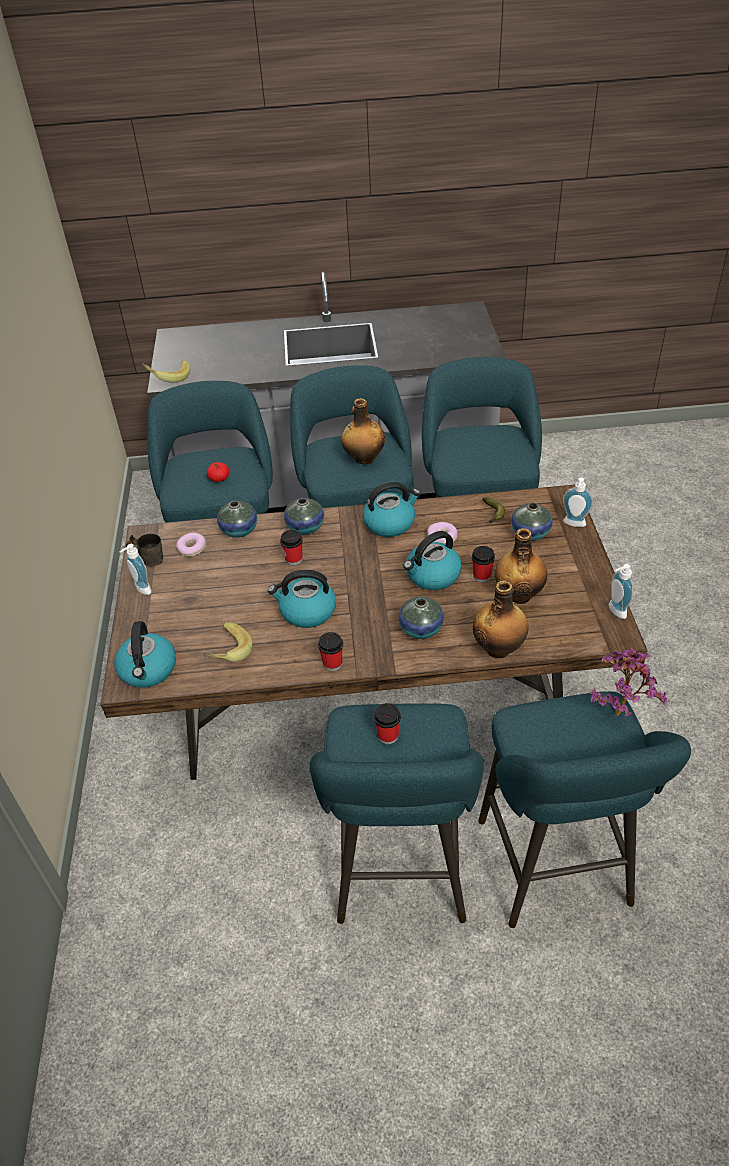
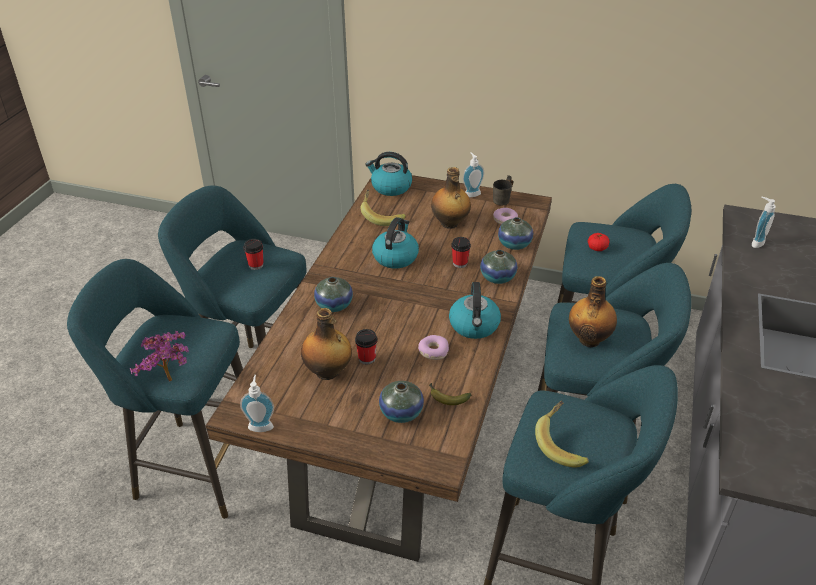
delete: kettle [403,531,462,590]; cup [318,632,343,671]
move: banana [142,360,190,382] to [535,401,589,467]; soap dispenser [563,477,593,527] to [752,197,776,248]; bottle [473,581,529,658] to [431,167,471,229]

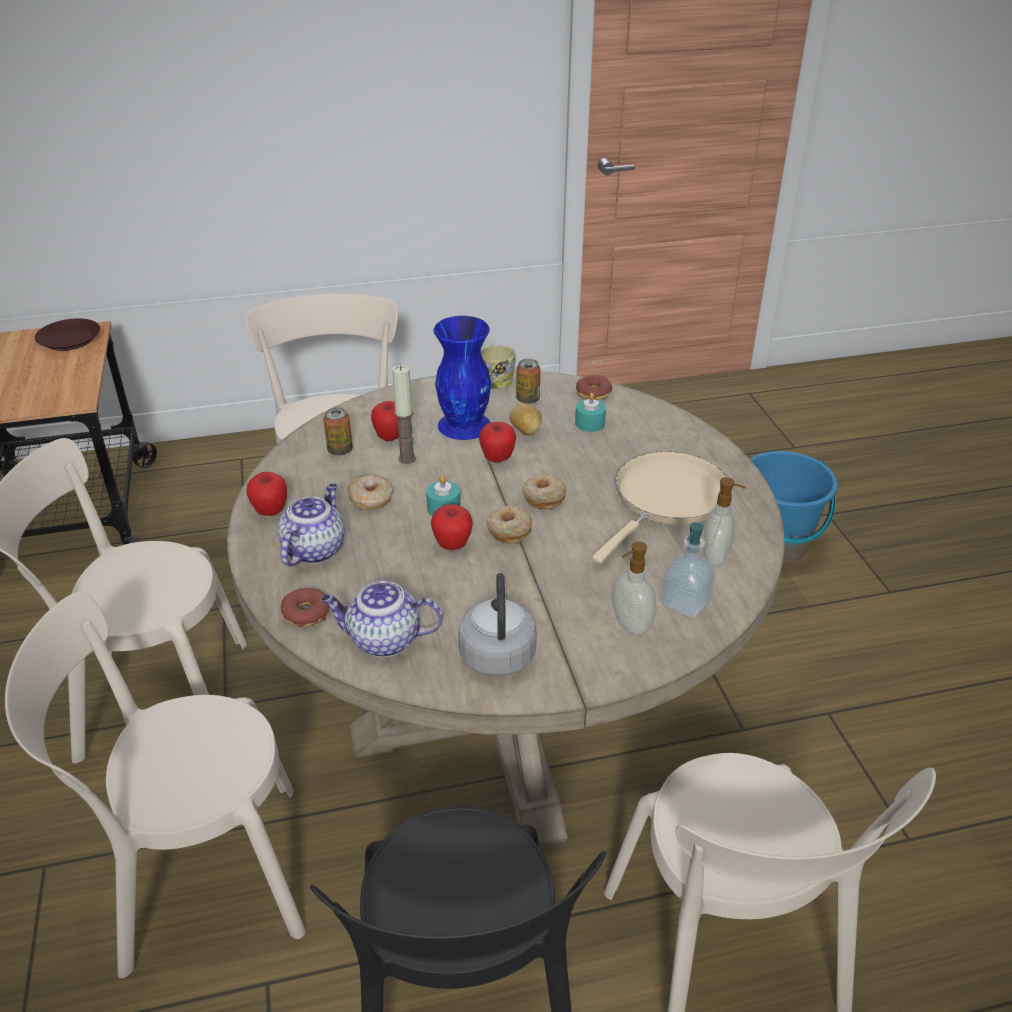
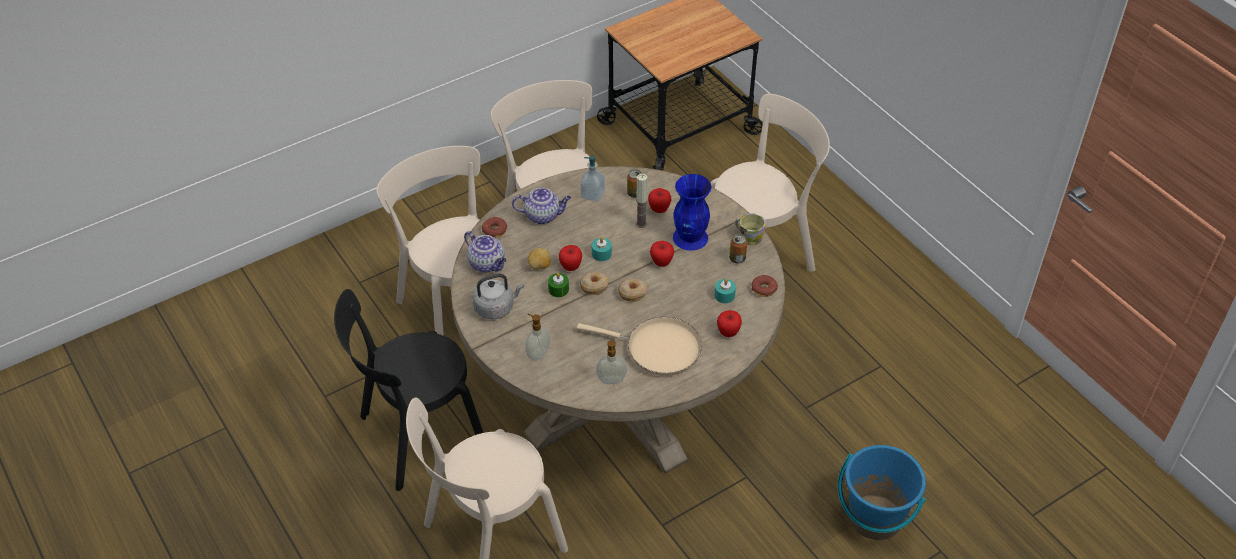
delete: plate/brown [35,318,100,351]; donut [347,474,393,510]
insert: candle/green [548,273,569,297]
move: potato [509,403,542,436] to [528,248,550,270]; apple [247,472,287,516] to [717,310,742,337]; soap dispenser [661,522,715,618] to [580,155,605,202]
rotate: teapot [321,581,443,657] = [464,231,507,272] 150 degrees clockwise

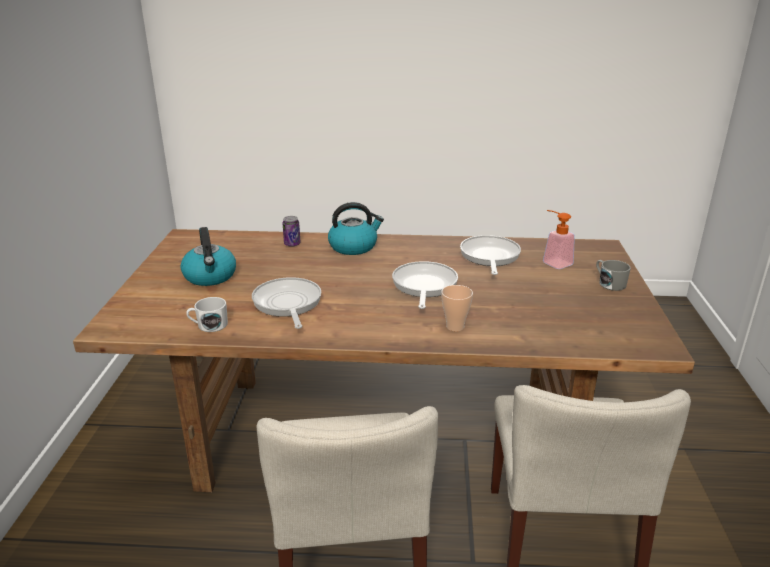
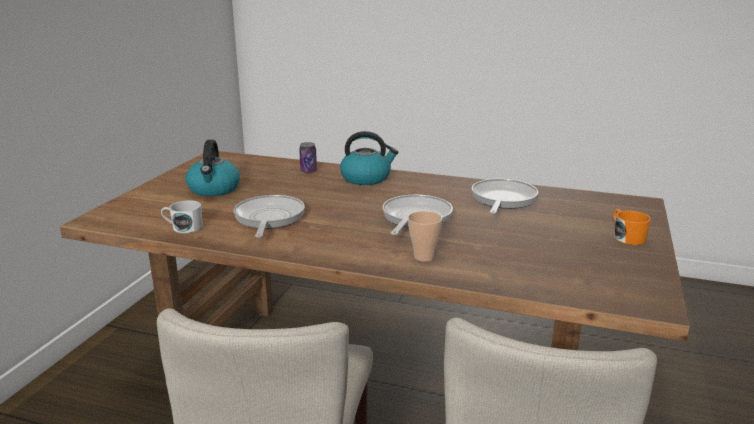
delete: soap dispenser [543,210,575,269]
recolor: mug/grey [596,260,631,291] to mug/orange [613,209,651,245]

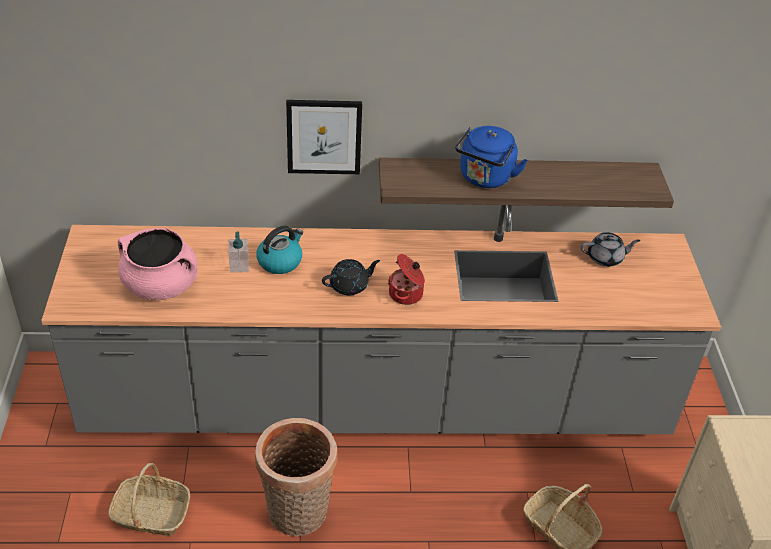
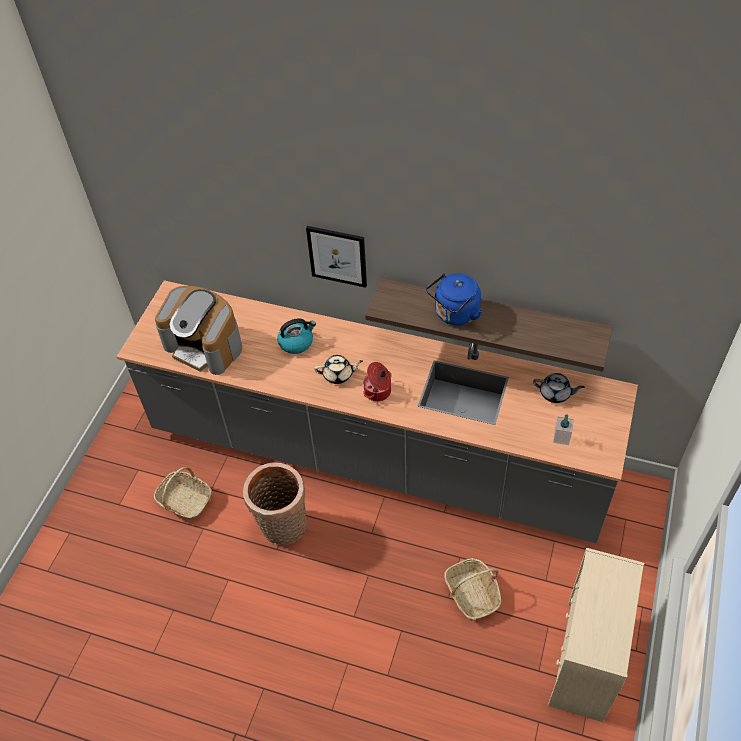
move: soap dispenser [228,231,249,273] to [553,414,574,445]
replace: cooking pot/pink [118,228,198,300] to coffee machine [155,286,242,375]
recolor: teapot/black [322,259,380,295] to teapot/beige [314,355,363,384]

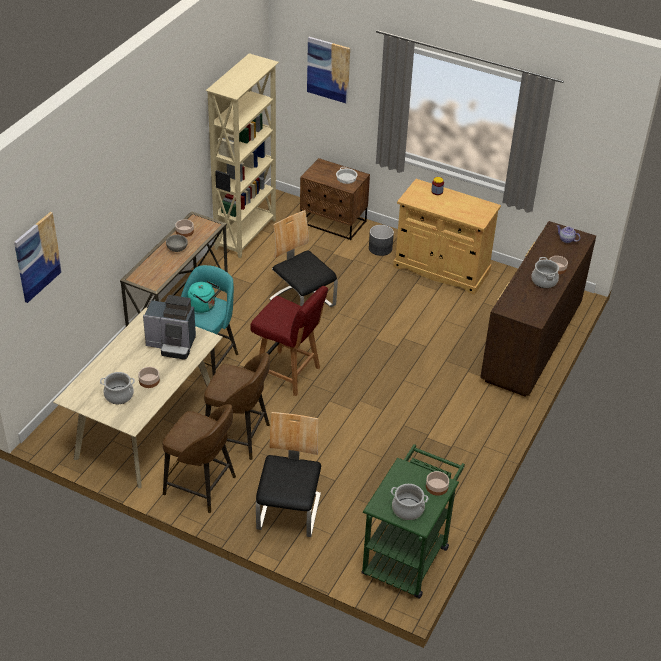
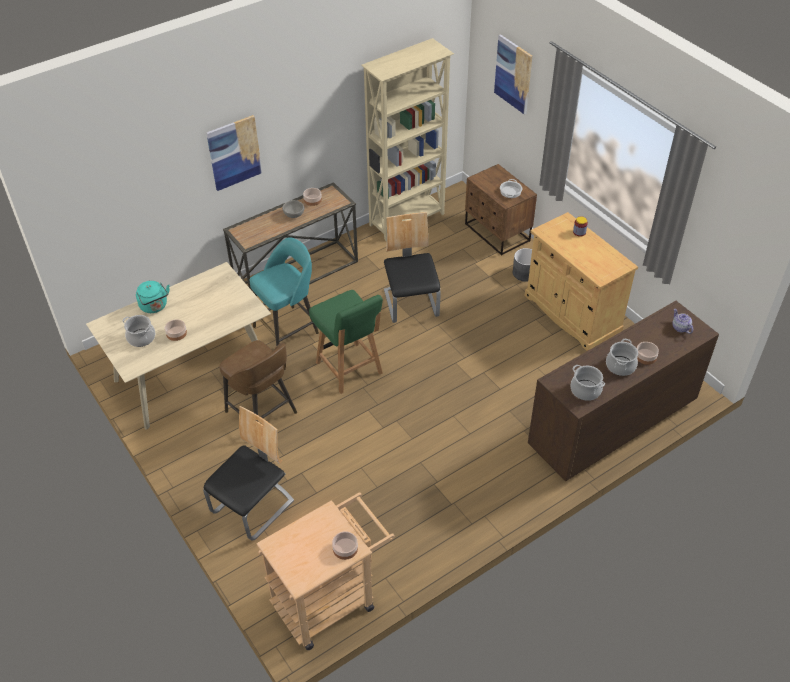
delete: coffee machine [143,295,196,359]; stool/brown [163,404,236,513]
move: picture [14,212,62,303] to [206,115,262,191]; kettle/turquoise [187,281,220,313] to [136,281,170,313]; cooking pot [391,484,428,520] to [571,365,605,401]
recolor: chair/red [250,286,328,396] to chair/green [309,290,383,394]; cart/green [362,444,465,599] to cart/beige [256,493,395,650]

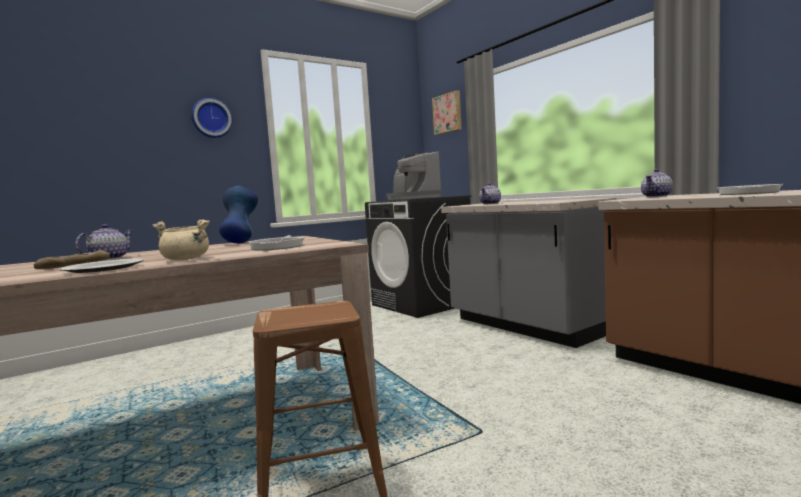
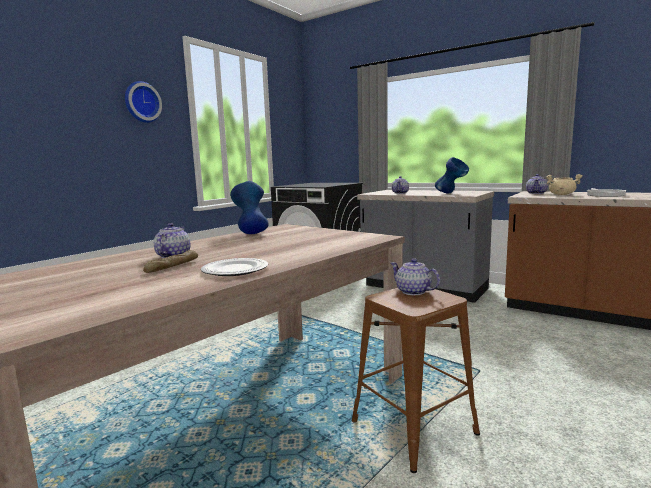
delete: picture [432,90,462,135]; coffee machine [386,151,442,200]; frying pan [248,235,304,251]
insert: vase/blue [435,157,469,194]; teapot [390,258,440,295]
move: cooking pot/beige [152,219,210,260] to [546,174,583,195]

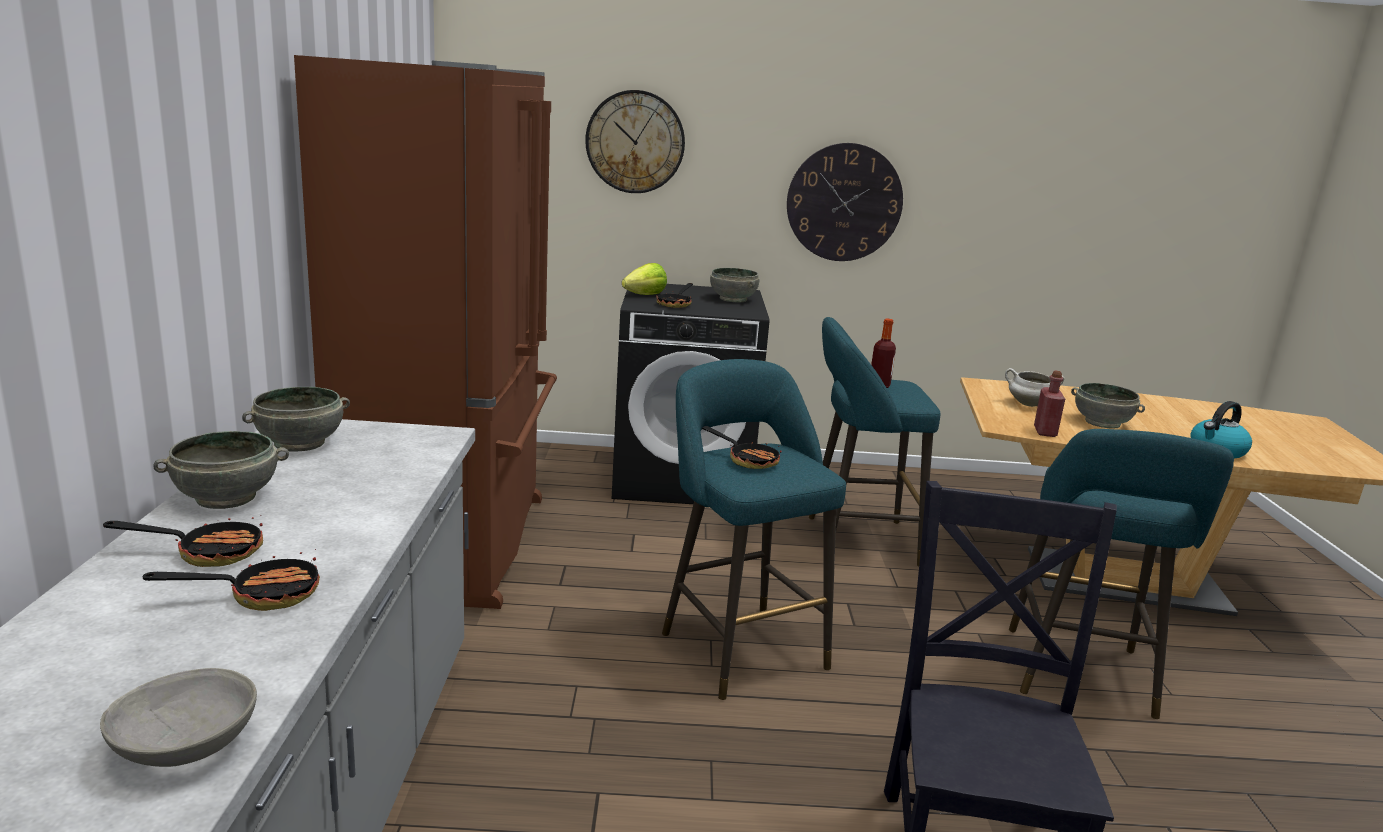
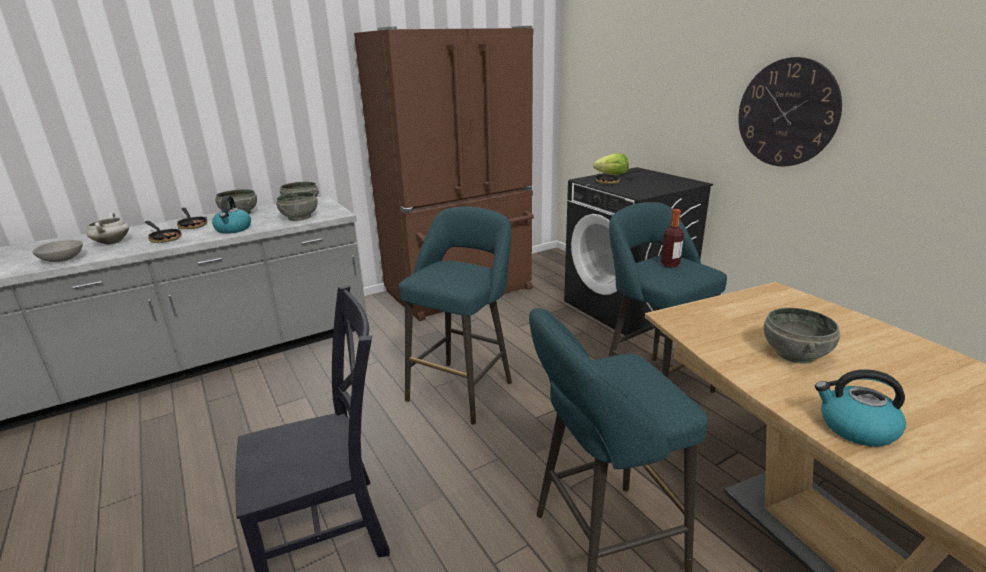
delete: wall clock [585,90,685,193]; bottle/red [1034,371,1065,437]; frying pan [702,426,782,469]
insert: kettle [212,196,251,234]
move: bowl/grey [710,268,760,303] to [276,192,318,221]; cooking pot/white [1005,368,1064,407] to [86,213,129,245]

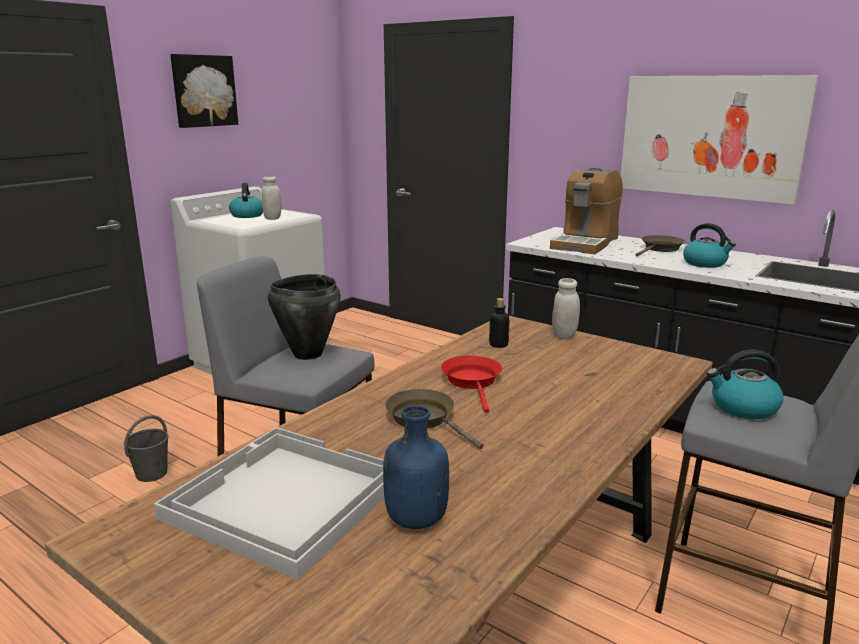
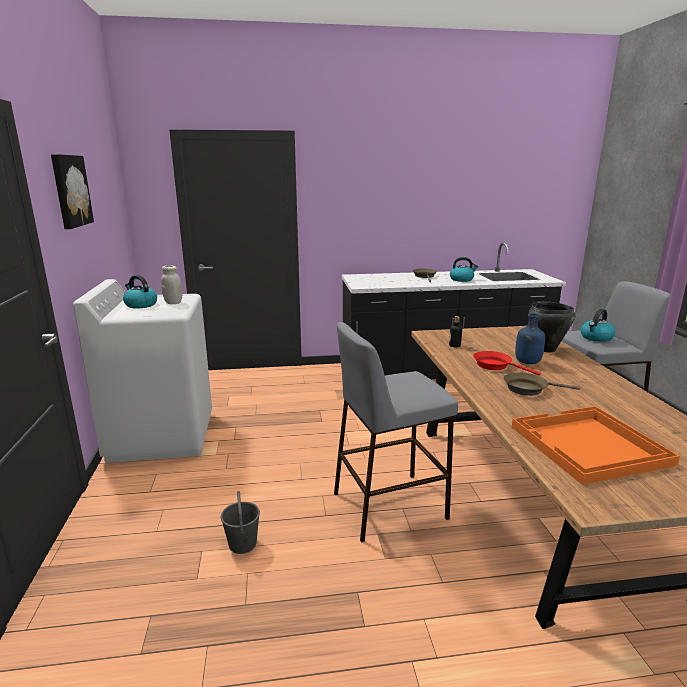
delete: picture [621,75,819,204]; coffee machine [550,168,623,254]; jar/white [552,278,580,340]
move: cooking pot/black [268,274,340,360] to [529,301,575,352]; bottle/blue [383,405,449,529] to [515,313,545,364]
recolor: tray/white [154,427,384,580] to tray/orange [512,406,680,485]

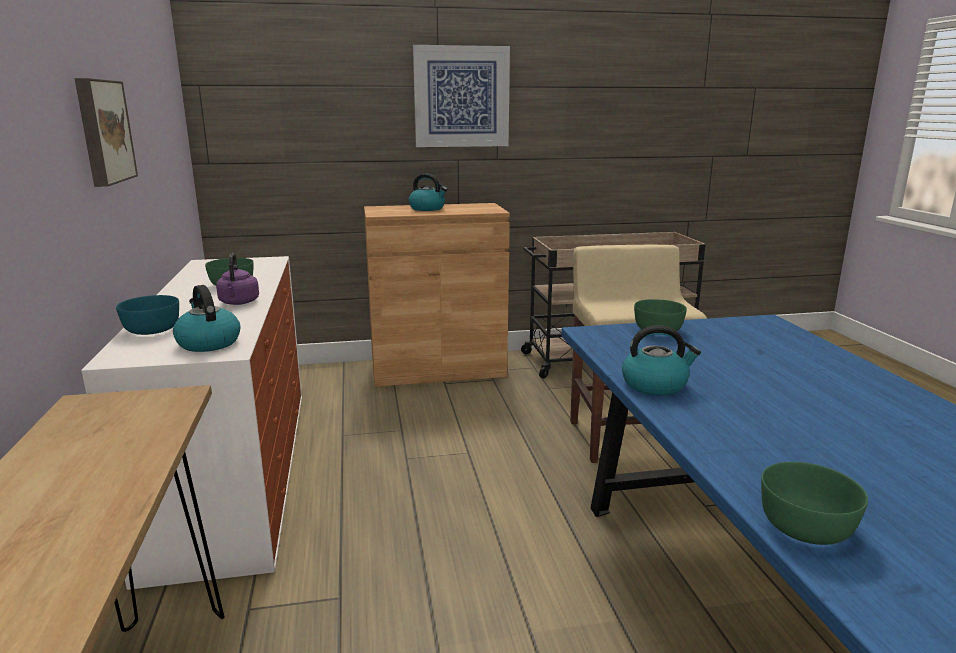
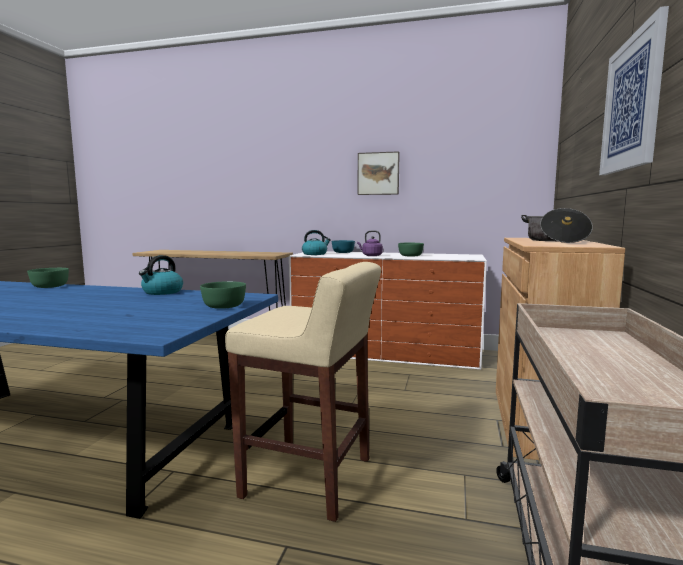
replace: kettle [409,174,448,211] to cooking pot [521,208,593,243]

